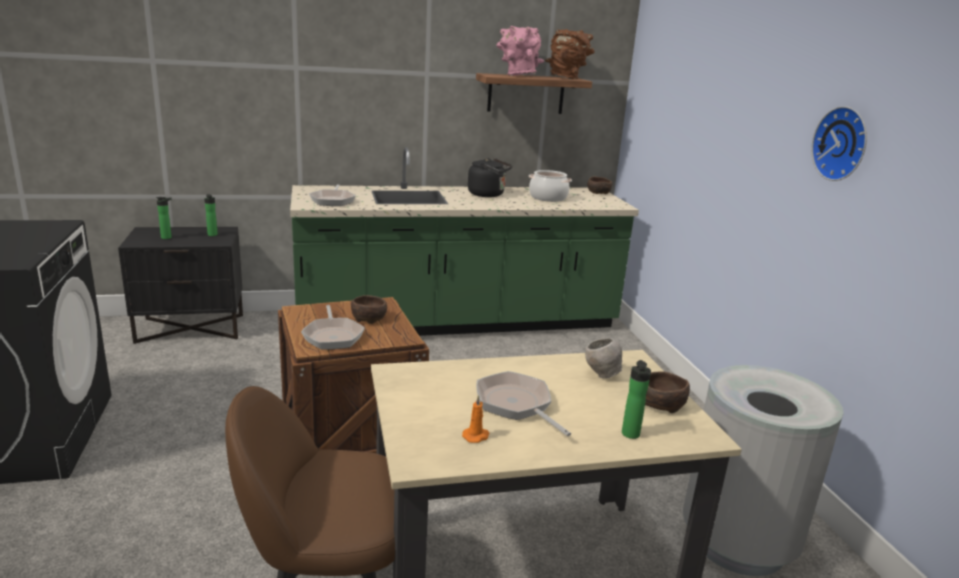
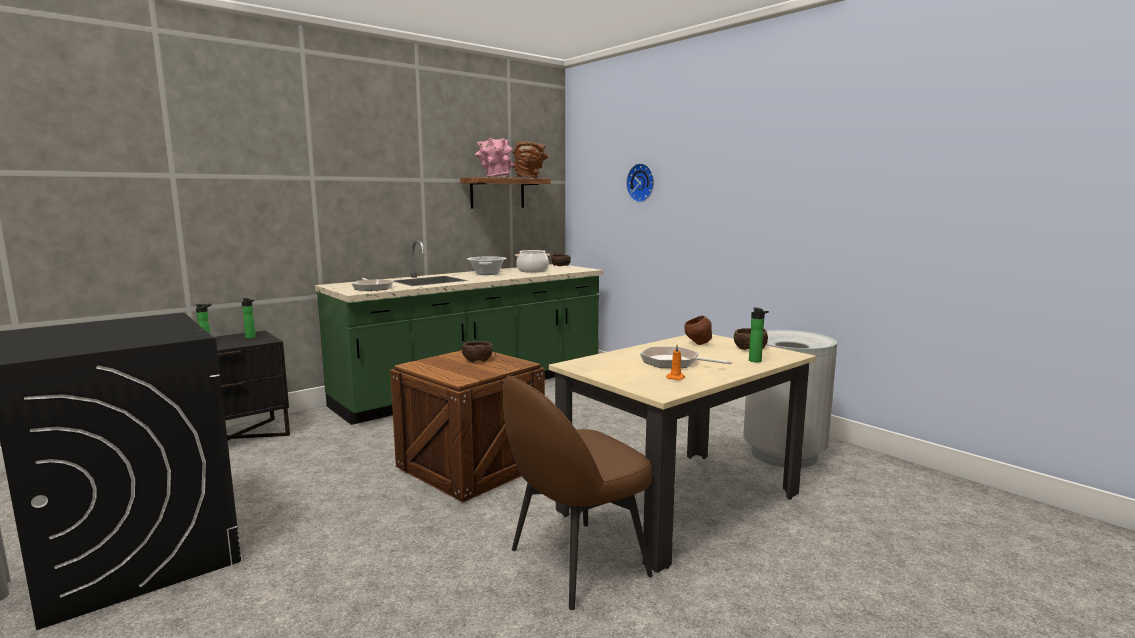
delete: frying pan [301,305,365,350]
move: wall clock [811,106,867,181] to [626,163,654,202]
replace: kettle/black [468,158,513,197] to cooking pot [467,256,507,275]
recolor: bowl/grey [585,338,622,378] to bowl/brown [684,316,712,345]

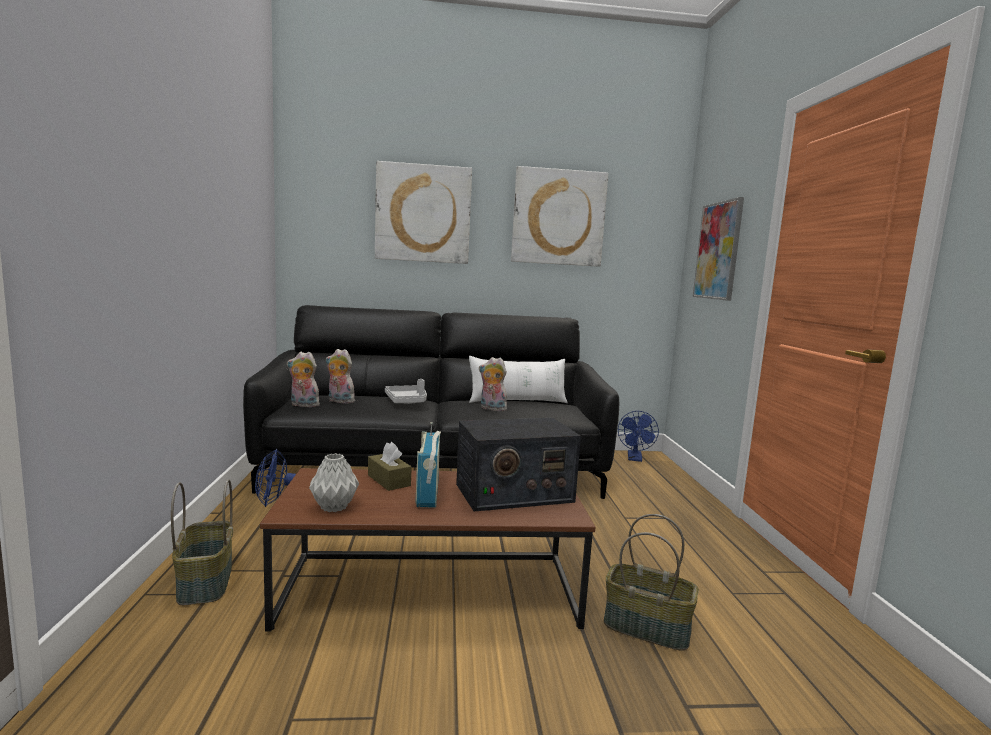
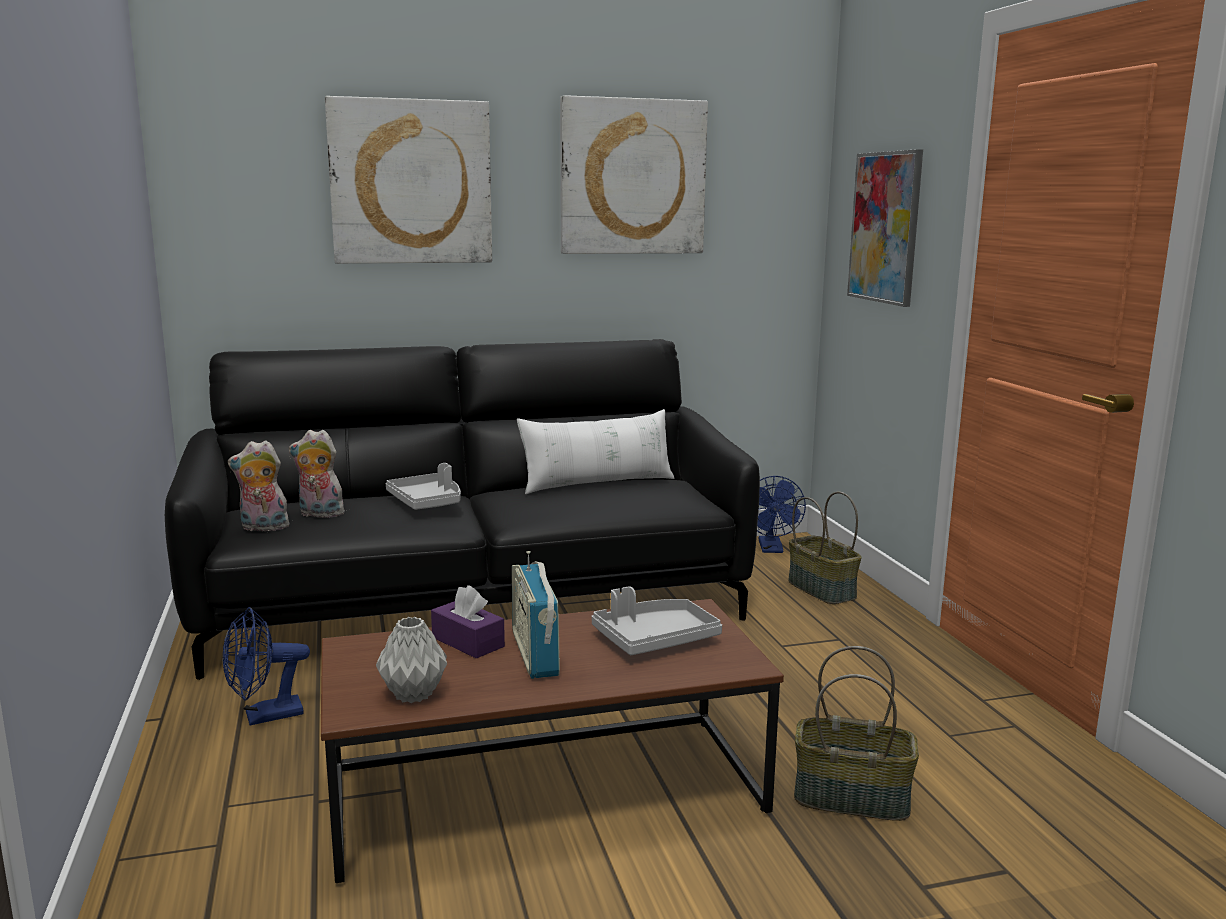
delete: plush toy [479,357,507,411]
move: basket [171,479,233,605] to [788,491,862,604]
replace: radio [456,418,581,511] to tray/grey [592,586,722,655]
recolor: tissue box/brown [368,442,412,491] to tissue box/purple [431,585,505,658]

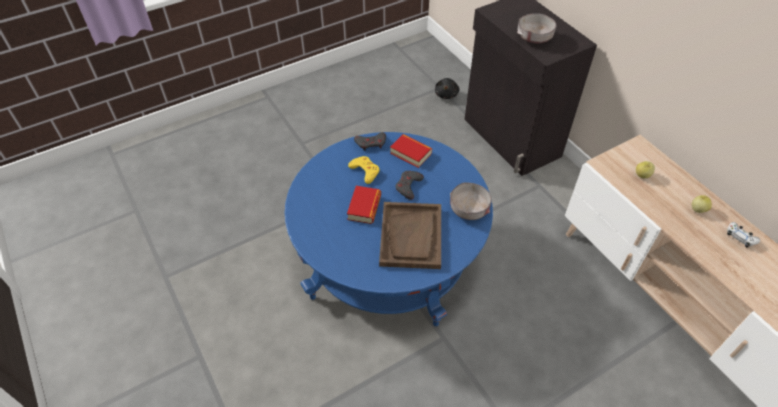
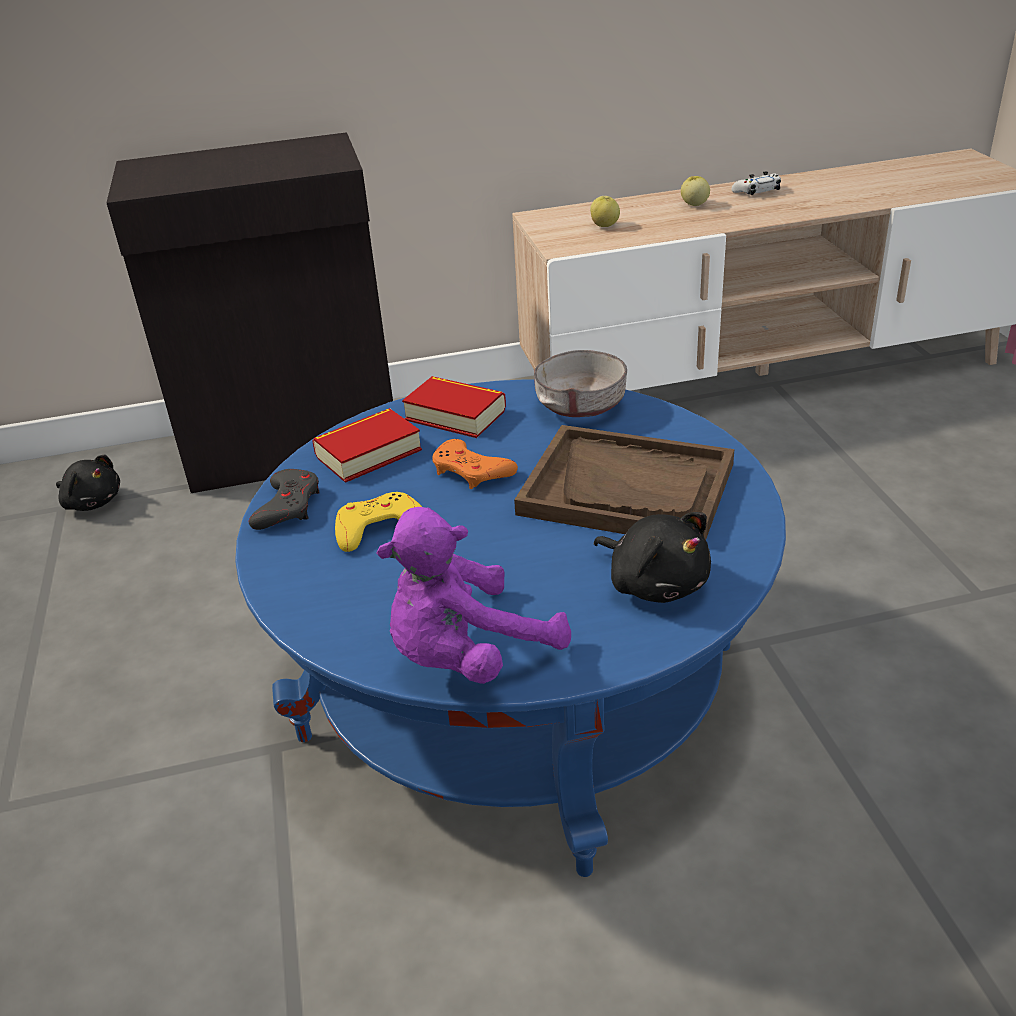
delete: bowl/grey [517,13,557,43]
insert: plush toy/purple [376,507,571,684]; plush toy/black [594,512,711,603]
move: book [347,186,381,224] to [402,376,506,438]
recolor: game controller/grey [396,171,424,200] to game controller/orange [433,439,518,489]

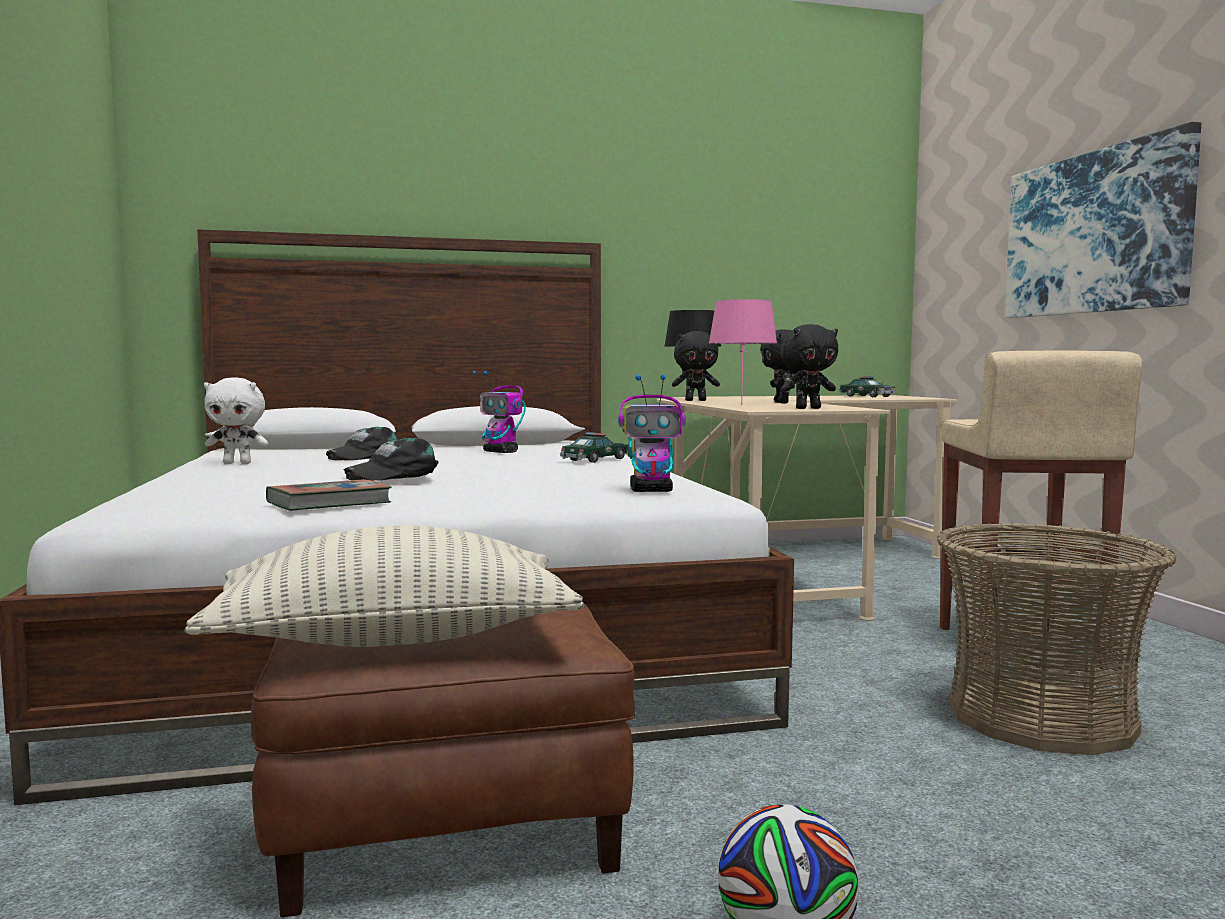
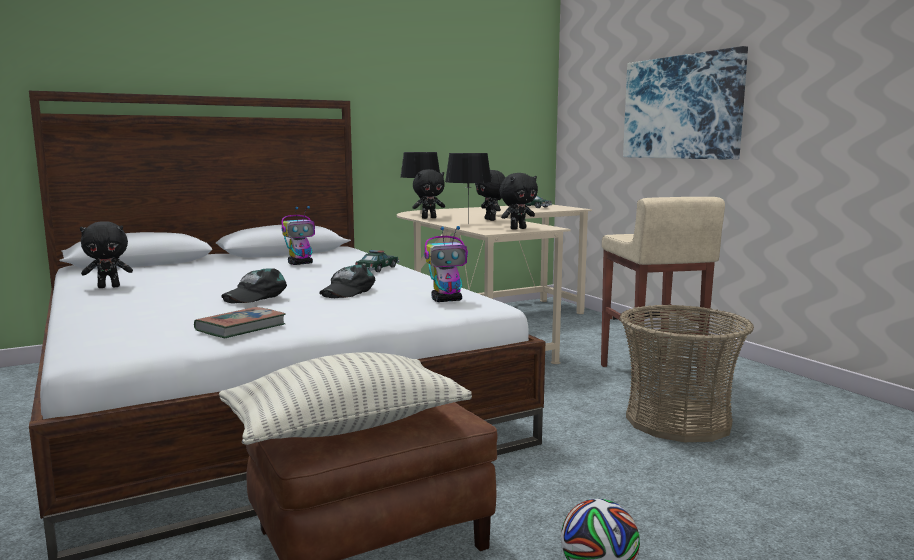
move: cap/black [326,427,398,460] to [319,265,375,298]
recolor: table lamp/pink [709,299,777,405] to table lamp/black [445,153,492,224]; plush toy/white [204,377,268,464] to plush toy/black [80,221,133,288]
rotate: toy robot [472,371,526,453] = [281,206,315,265] 60 degrees counterclockwise

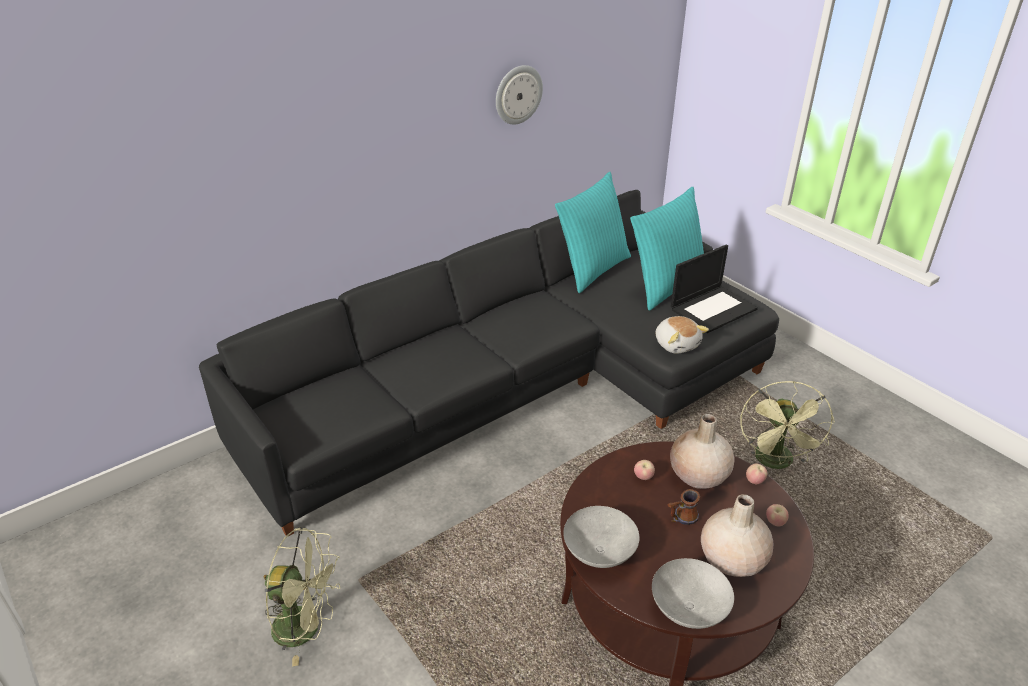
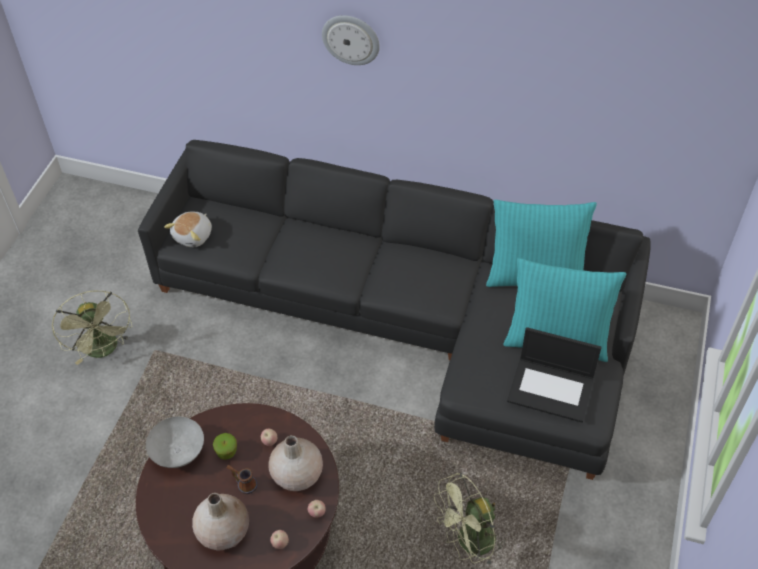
delete: bowl/grey [652,558,734,629]
insert: apple [213,433,237,460]
move: wall clock [496,65,543,124] to [322,15,380,65]; plush toy [656,316,709,354] to [164,212,212,247]

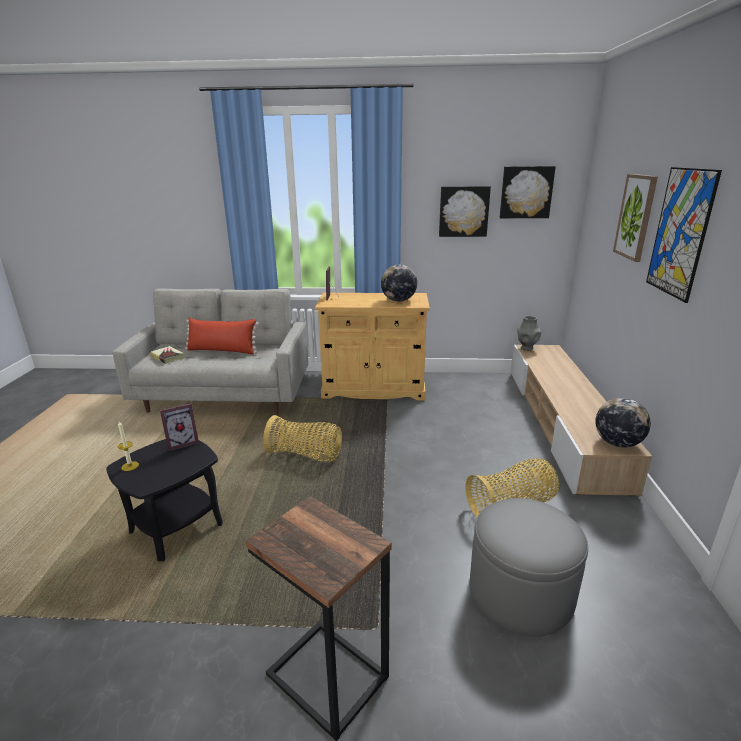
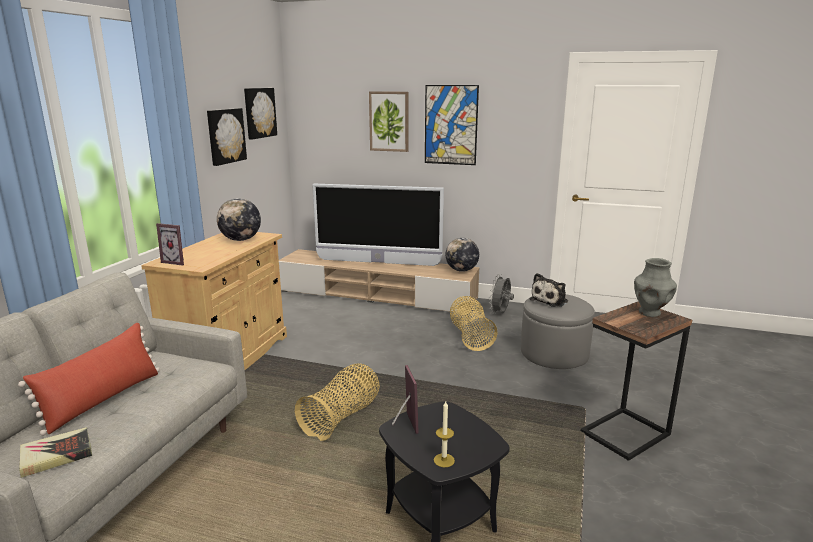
insert: television [312,184,444,266]; plush toy [530,273,568,307]; fan/grey [489,274,514,314]
move: vase/grey [517,316,541,351] to [634,258,677,317]

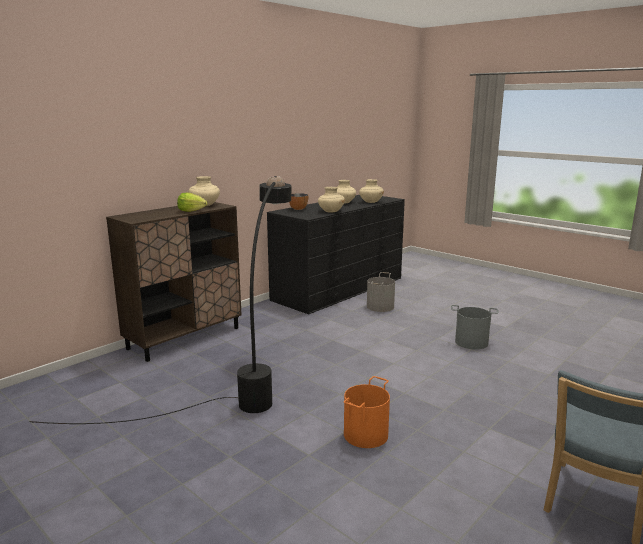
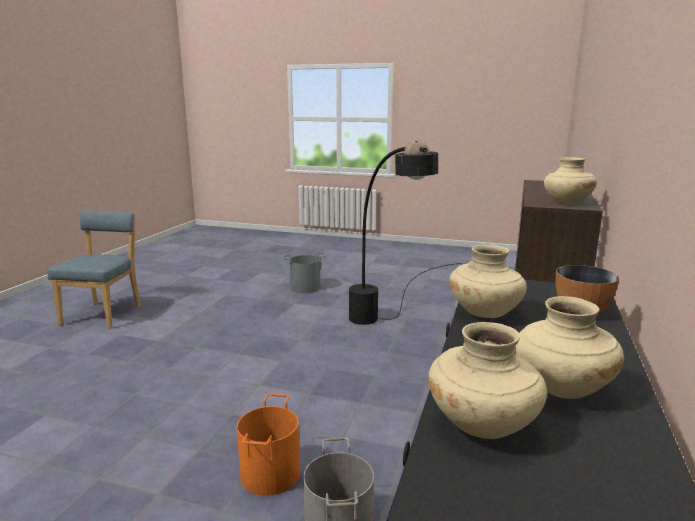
delete: lettuce [177,193,207,212]
move: bucket/grey [451,305,498,350] to [283,253,327,293]; bucket/orange [344,376,390,448] to [237,394,300,496]

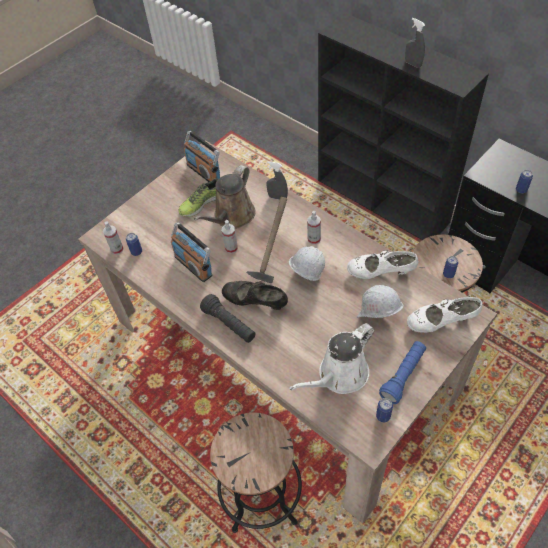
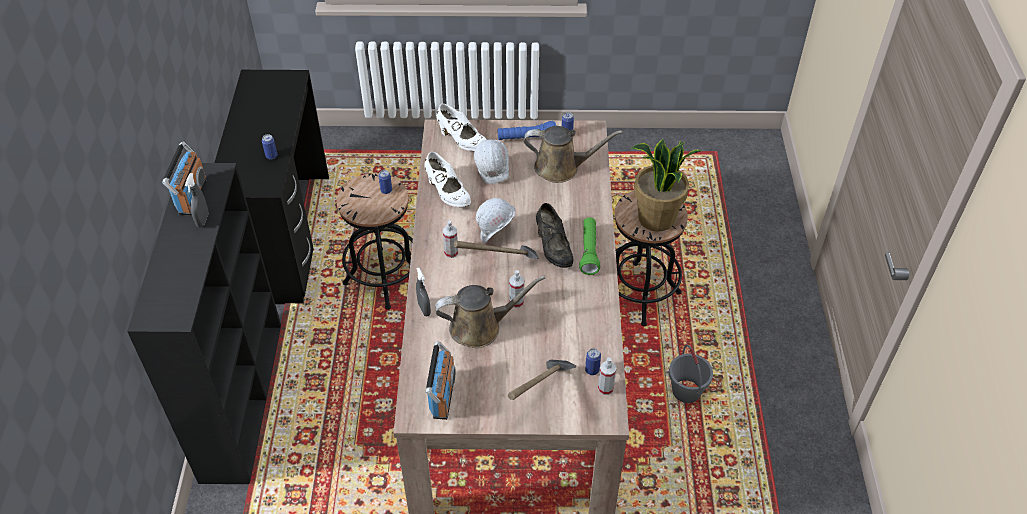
delete: shoe [179,178,218,217]
insert: potted plant [631,139,702,232]; bucket/grey [669,345,713,403]; hammer [508,359,576,400]
move: radio [171,222,212,282] to [162,142,207,215]
recolor: flashlight/black [200,294,256,343] to flashlight/green [579,218,600,275]; watering can/white [289,323,374,394] to watering can/brown [524,126,623,183]

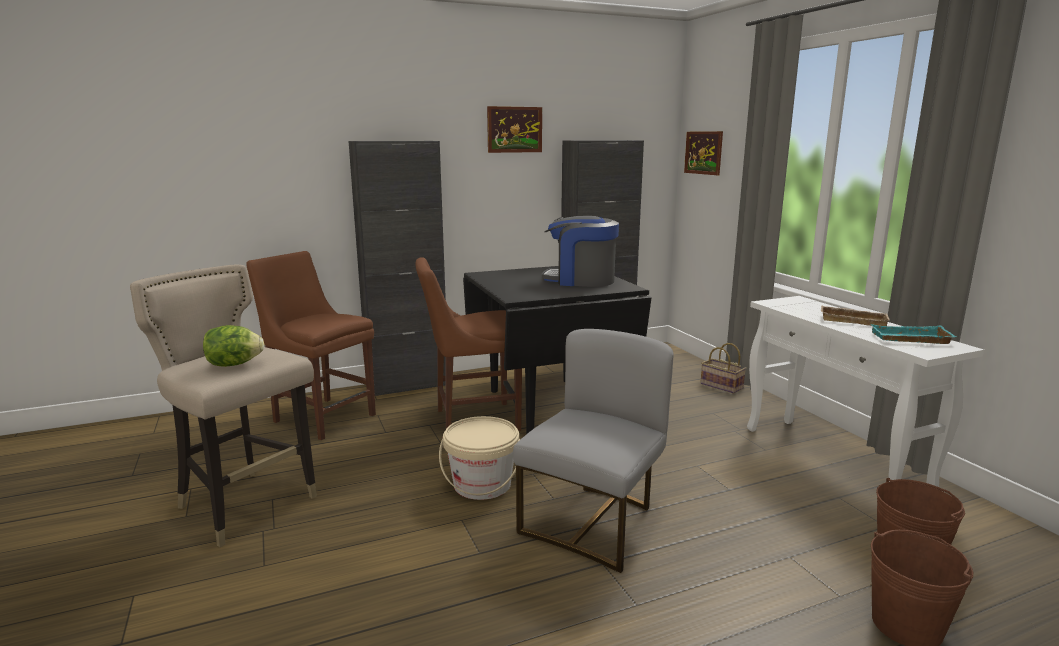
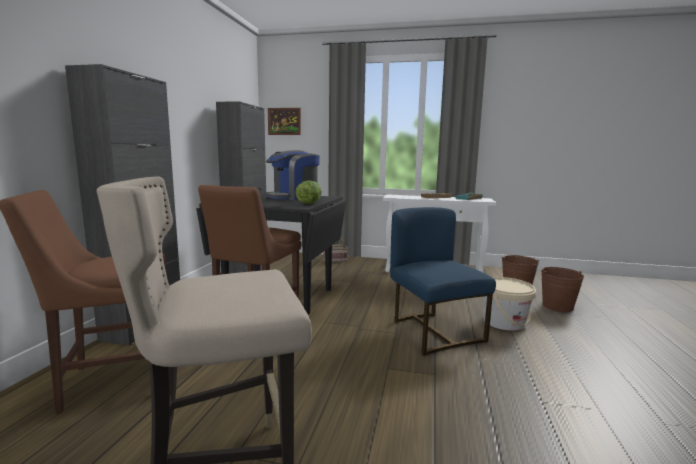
delete: picture [487,106,542,153]
move: lettuce [203,325,264,367] to [295,180,322,204]; bucket/beige [439,416,520,500] to [483,277,536,331]
recolor: chair/grey [513,329,674,573] to chair/blue [390,207,496,356]

